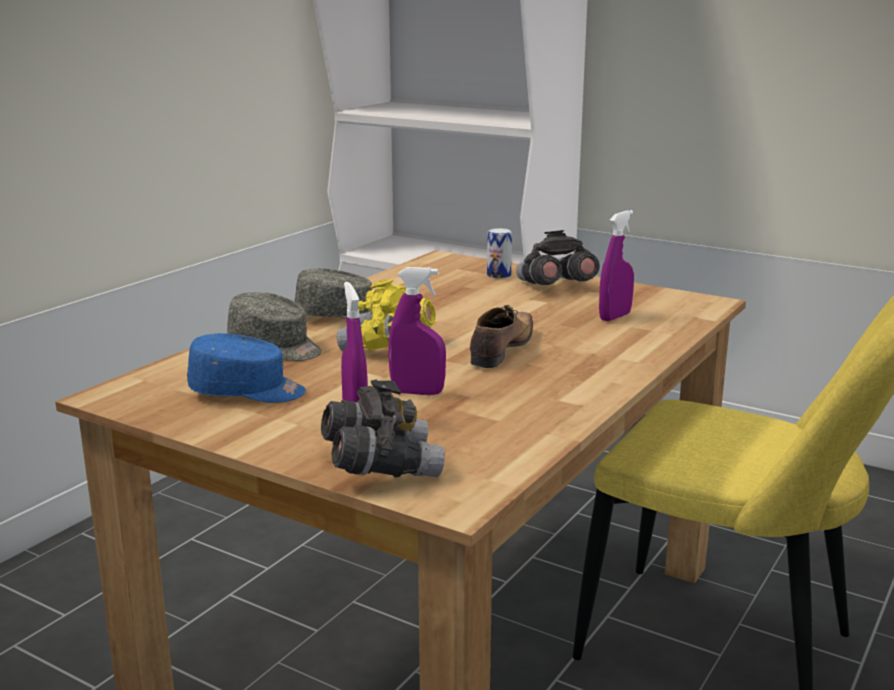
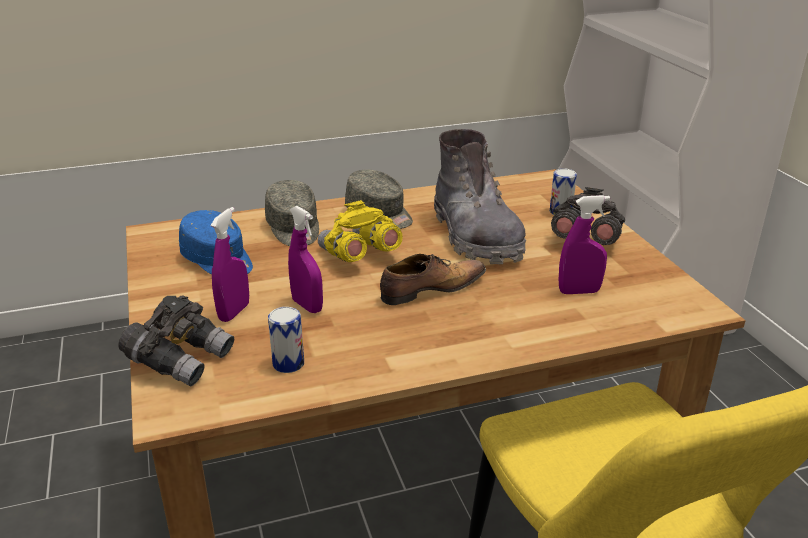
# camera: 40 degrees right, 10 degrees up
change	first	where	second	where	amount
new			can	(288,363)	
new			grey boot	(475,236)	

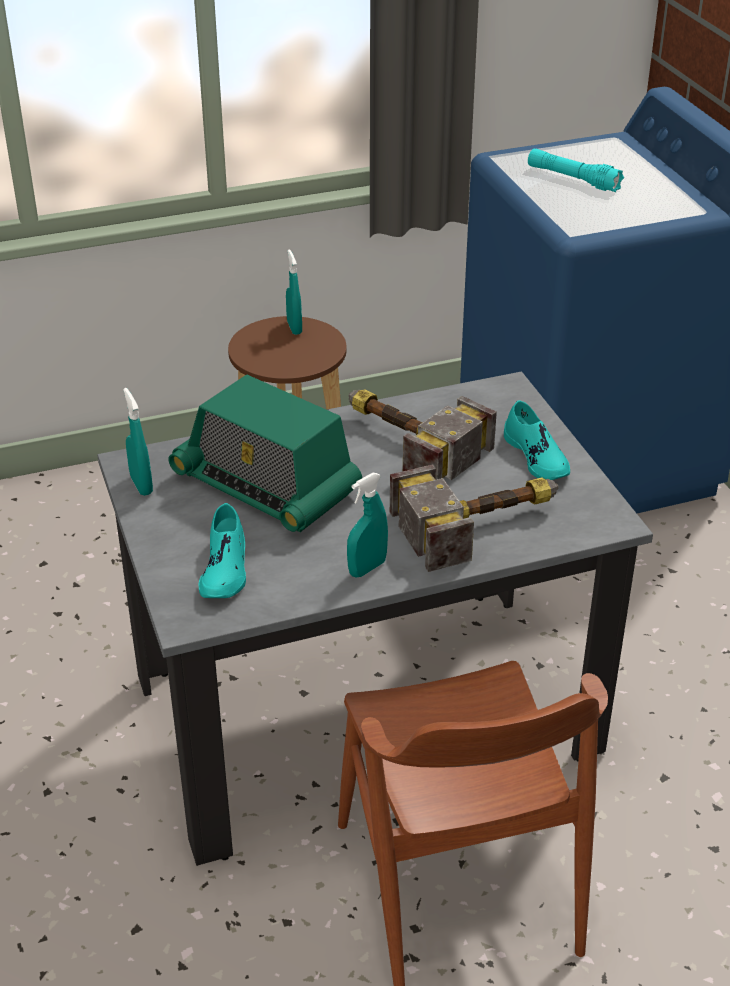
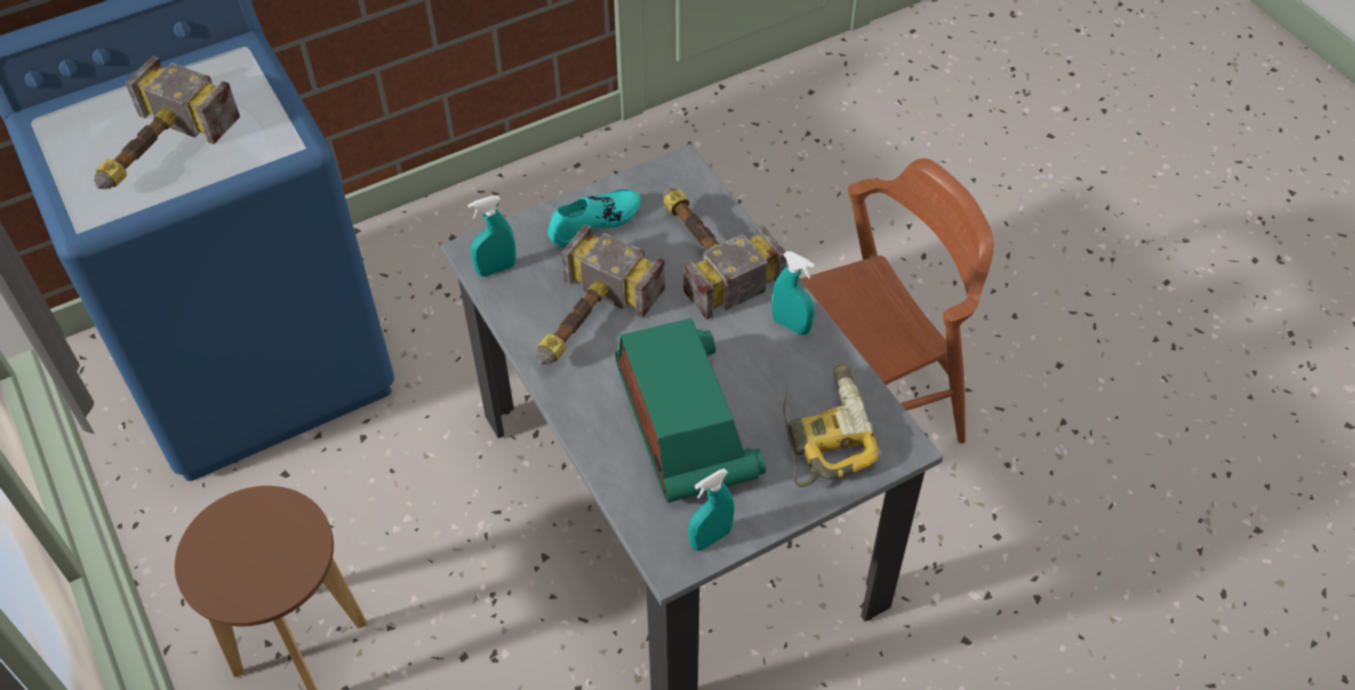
# camera: 100 degrees left, 15 degrees up
change	first	where	second	where	amount
swapped	turquoise flashlight	(573,179)	hammer	(155,152)	
shifted	turquoise spray bottle	(294,328)		(496,269)	
rotated	radio	(266,485)		(685,425)	45 degrees counterclockwise
swapped	turquoise shoe	(225,569)	power drill	(823,432)	

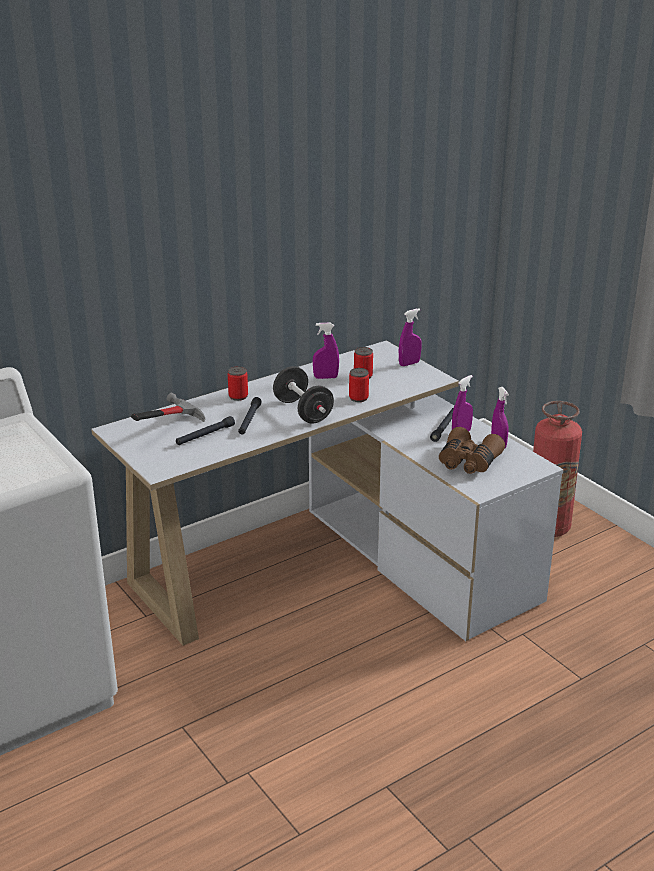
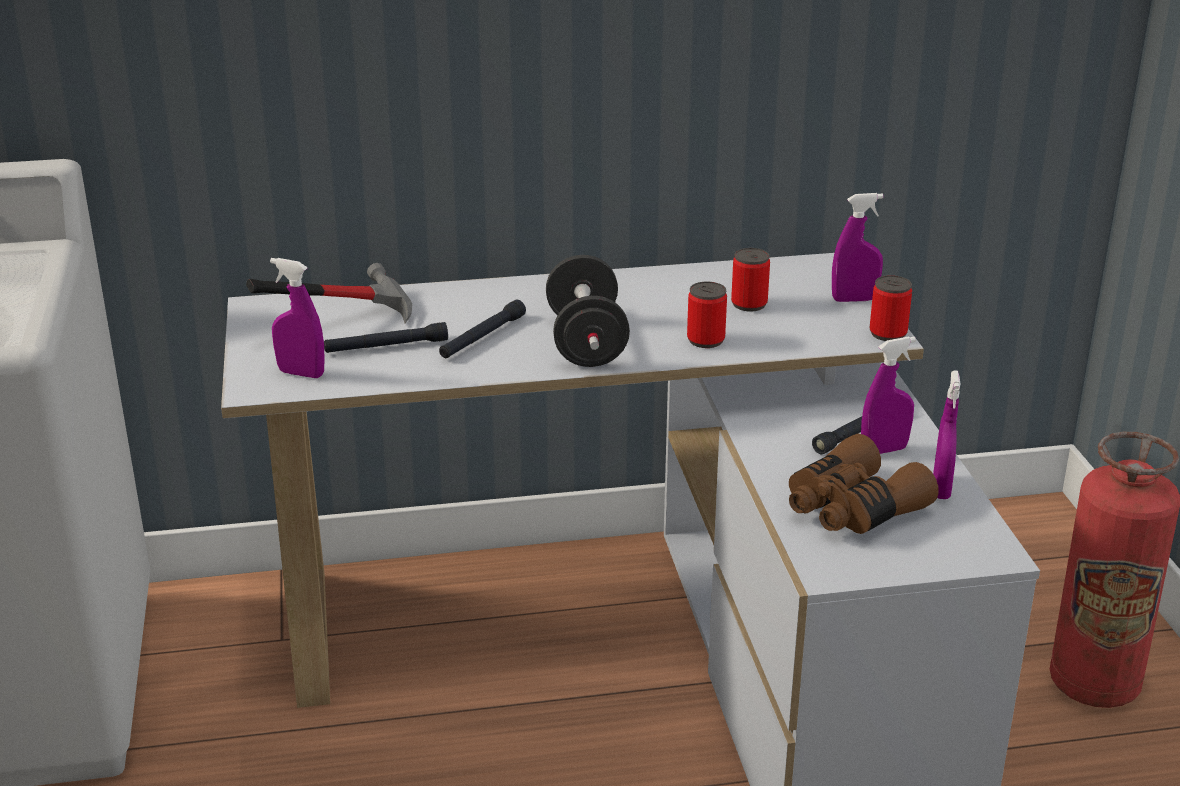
# camera: 25 degrees right, 0 degrees up
change	first	where	second	where	amount
shifted	purple spray bottle	(325,377)		(301,373)	
shifted	can	(238,396)		(888,333)	

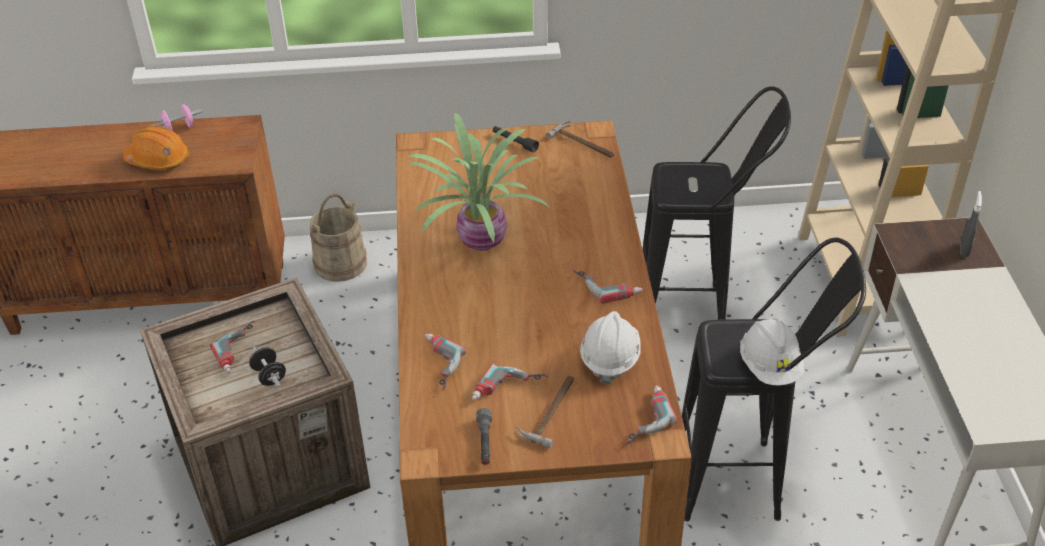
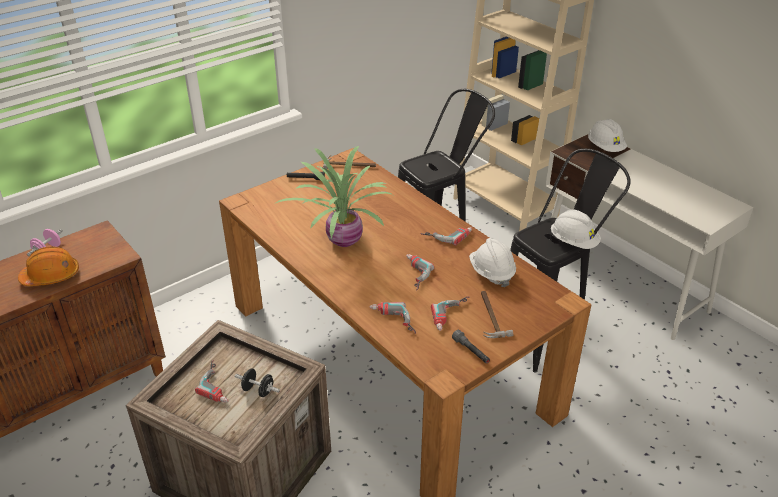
# camera: 35 degrees left, 5 degrees down
change	first	where	second	where	amount
shifted	power drill	(643,417)		(412,274)	
swapped	grey spray bottle	(964,250)	white hard hat	(605,148)	
gone	beige bucket	(340,263)			

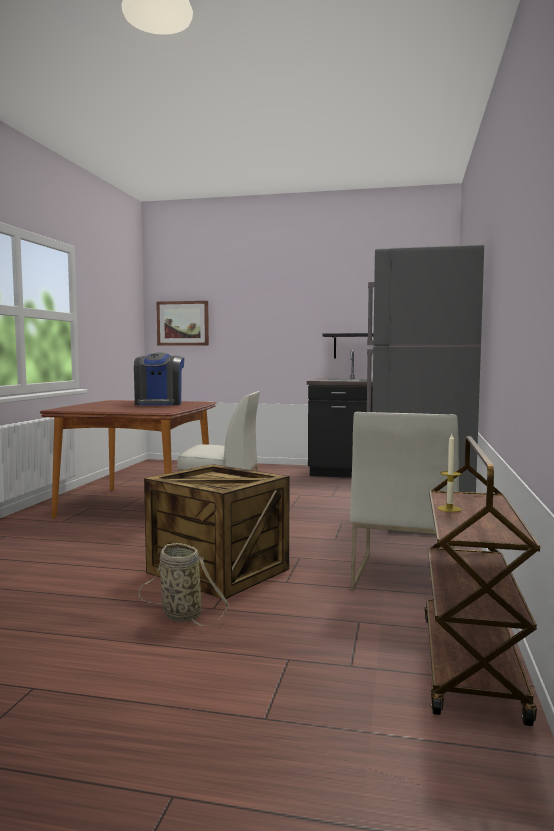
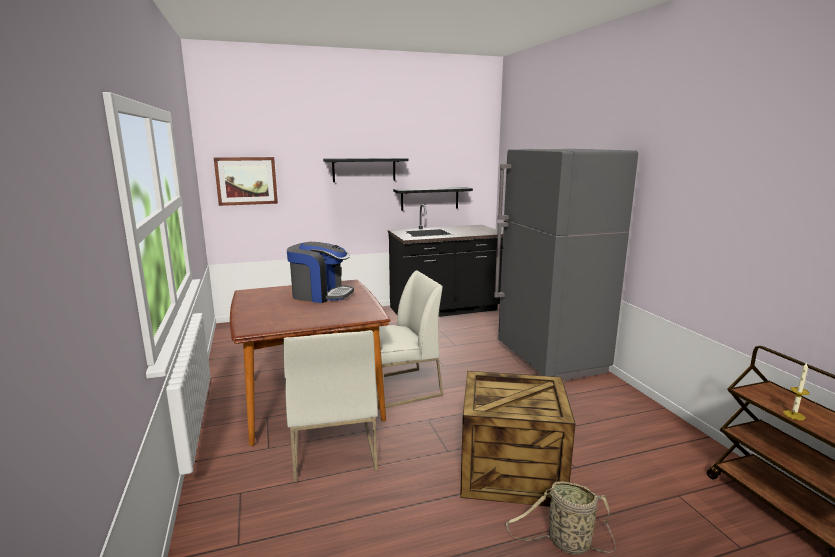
# camera: 30 degrees left, 10 degrees up
change	first	where	second	where	amount
shifted	white chair	(404,576)		(332,449)	
rotated	coffee machine	(159,404)		(321,295)	45 degrees counterclockwise
new			black shelf	(364,169)	

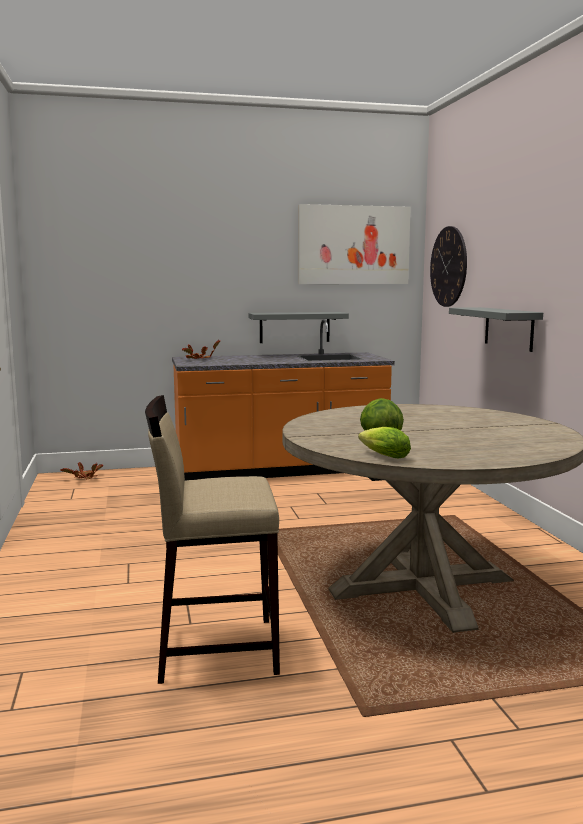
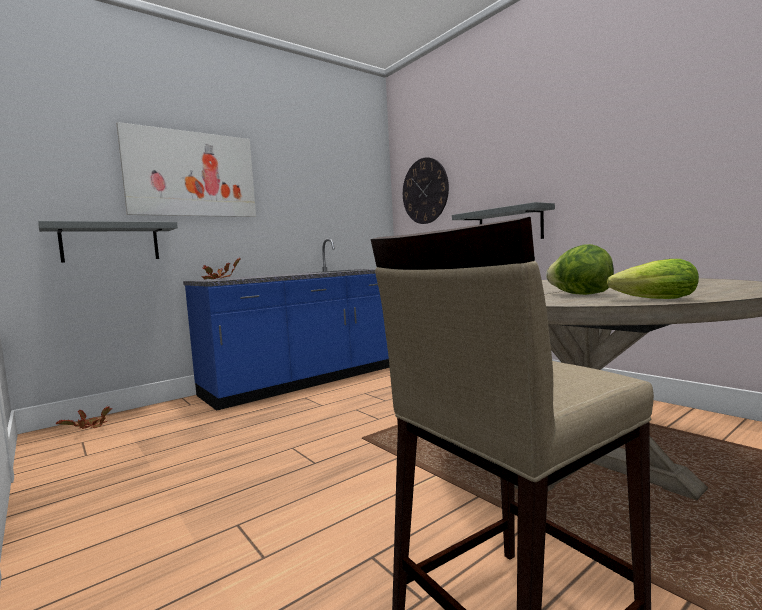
# camera: 25 degrees left, 5 degrees down
change	first	where	second	where	amount
shifted	grey shelf	(294,327)		(110,242)	
shifted	picture	(354,245)		(191,174)	
repainted	orange counter	(280,470)	blue counter	(307,381)	

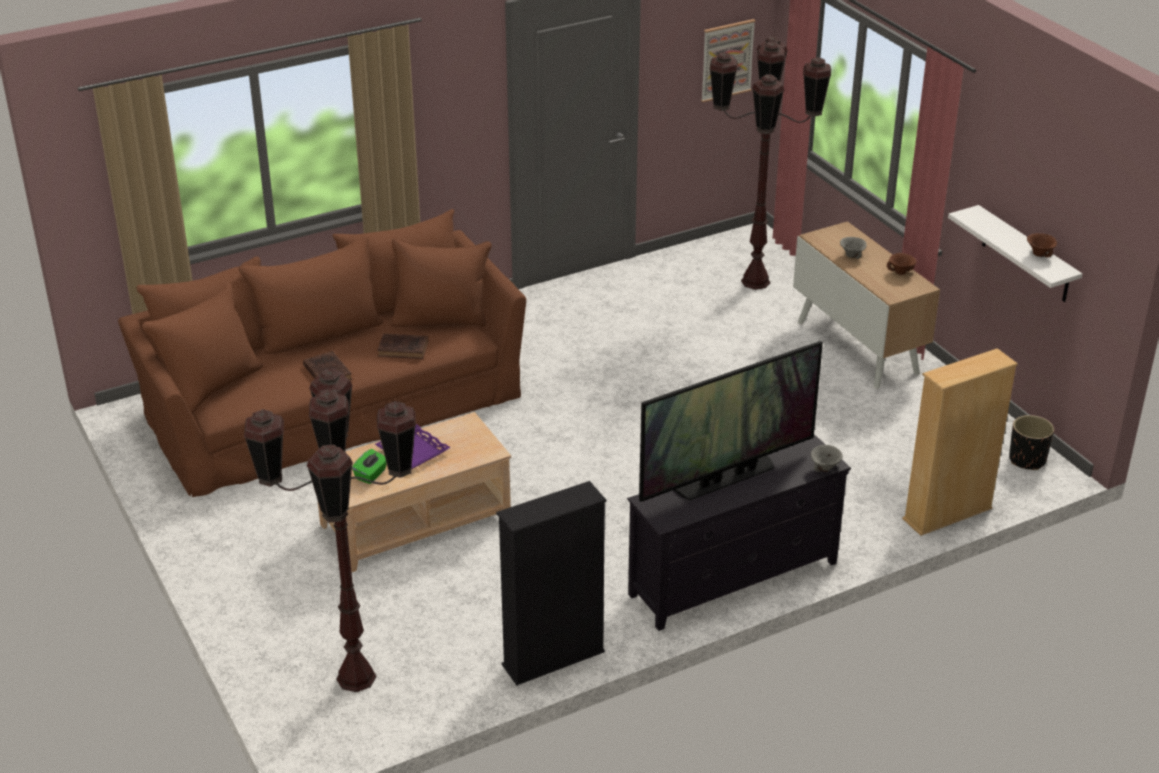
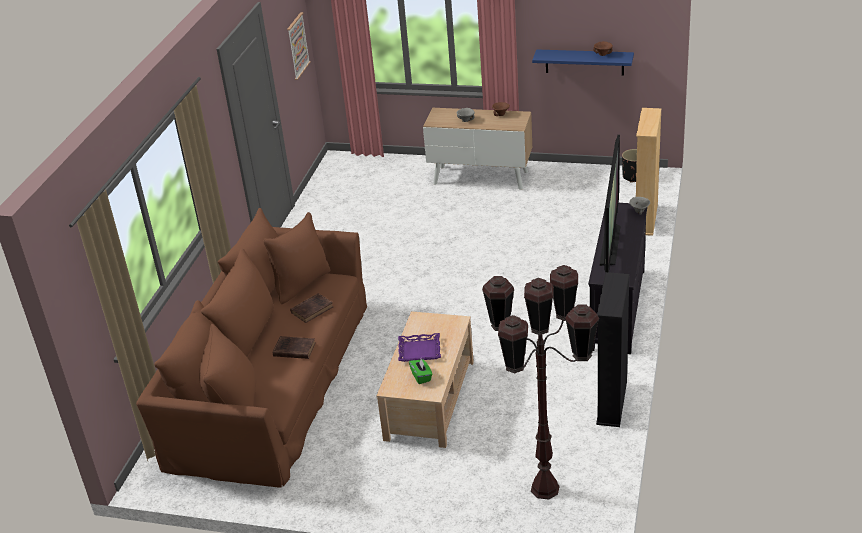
# camera: 45 degrees left, 0 degrees up
change	first	where	second	where	amount
repainted	white shelf	(1026,255)	blue shelf	(584,62)	
gone	brown floor lamp	(756,281)			

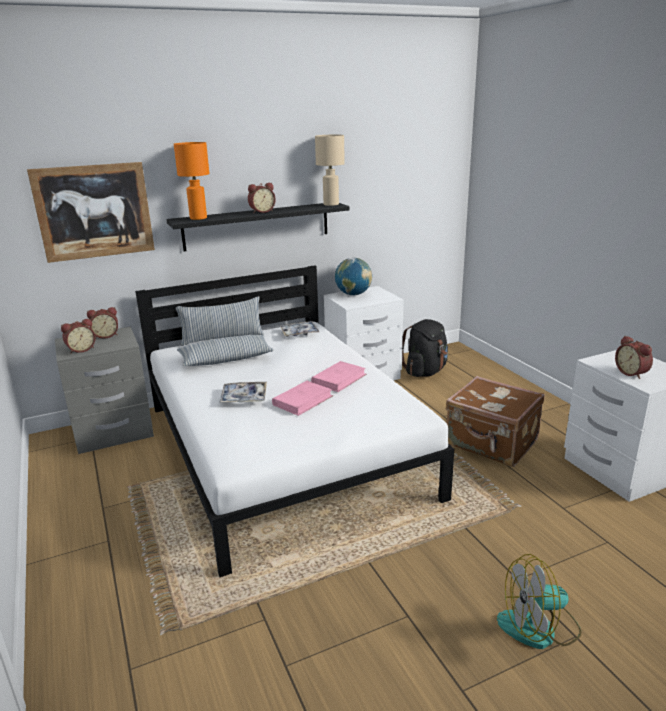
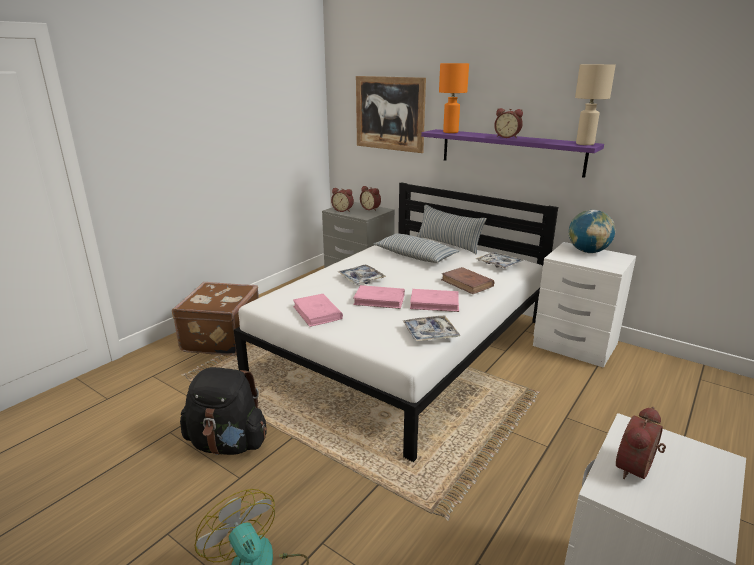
# camera: 60 degrees right, 0 degrees up
change	first	where	second	where	amount
shifted	brown suitcase	(491,443)		(220,338)	
shifted	black backpack	(425,372)		(228,444)	
new			pink book	(317,313)	
new			tray	(430,334)	
repainted	black shelf	(257,226)	purple shelf	(510,152)	
new			brown book	(467,283)	

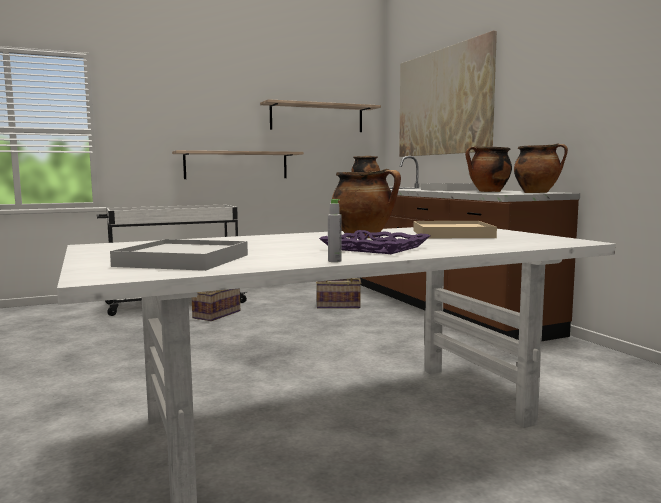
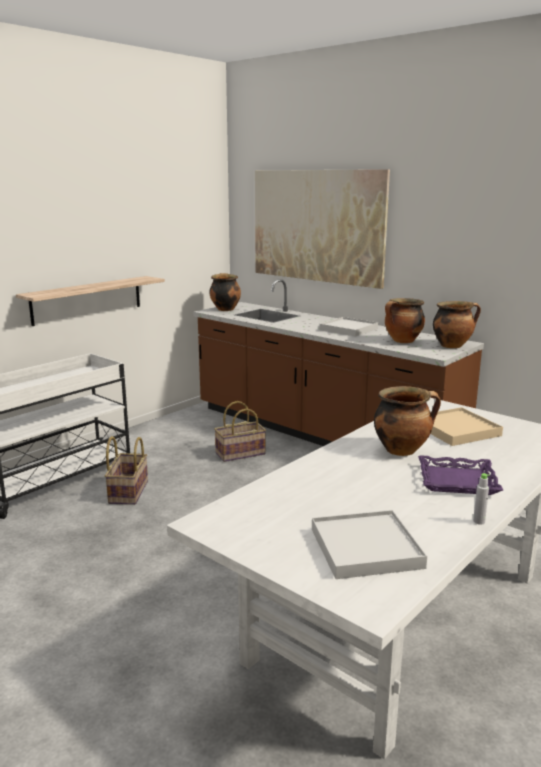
# camera: 25 degrees left, 10 degrees up
change	first	where	second	where	amount
gone	shelf	(317,118)			

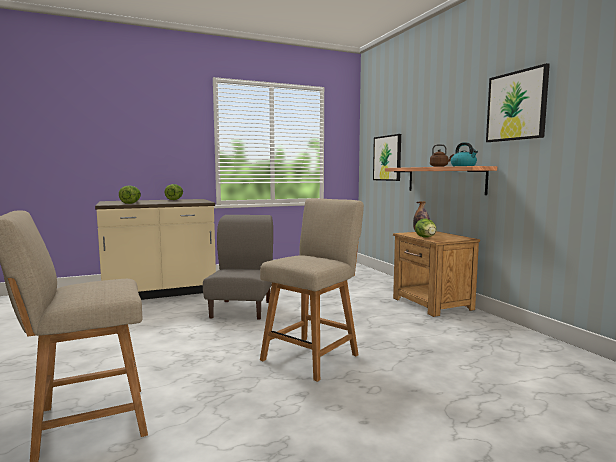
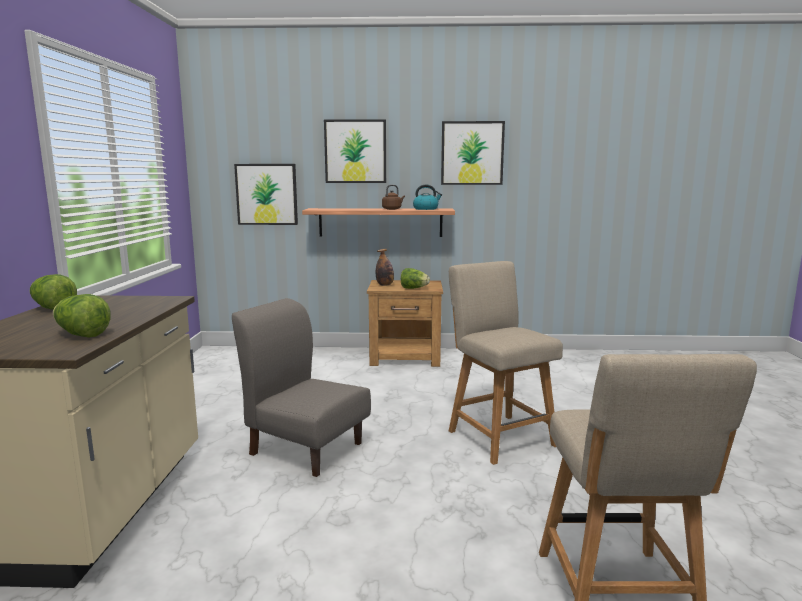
# camera: 65 degrees left, 5 degrees up
change	first	where	second	where	amount
new			picture	(355,151)	

